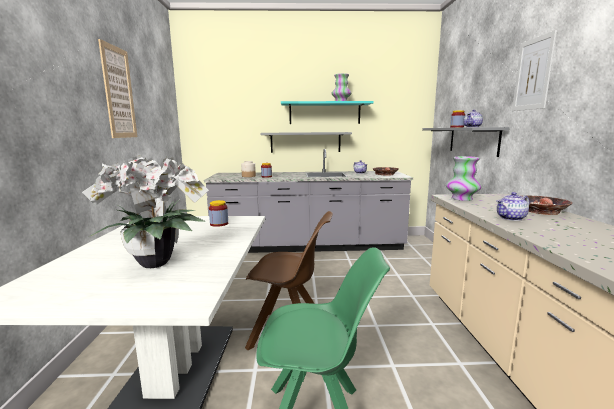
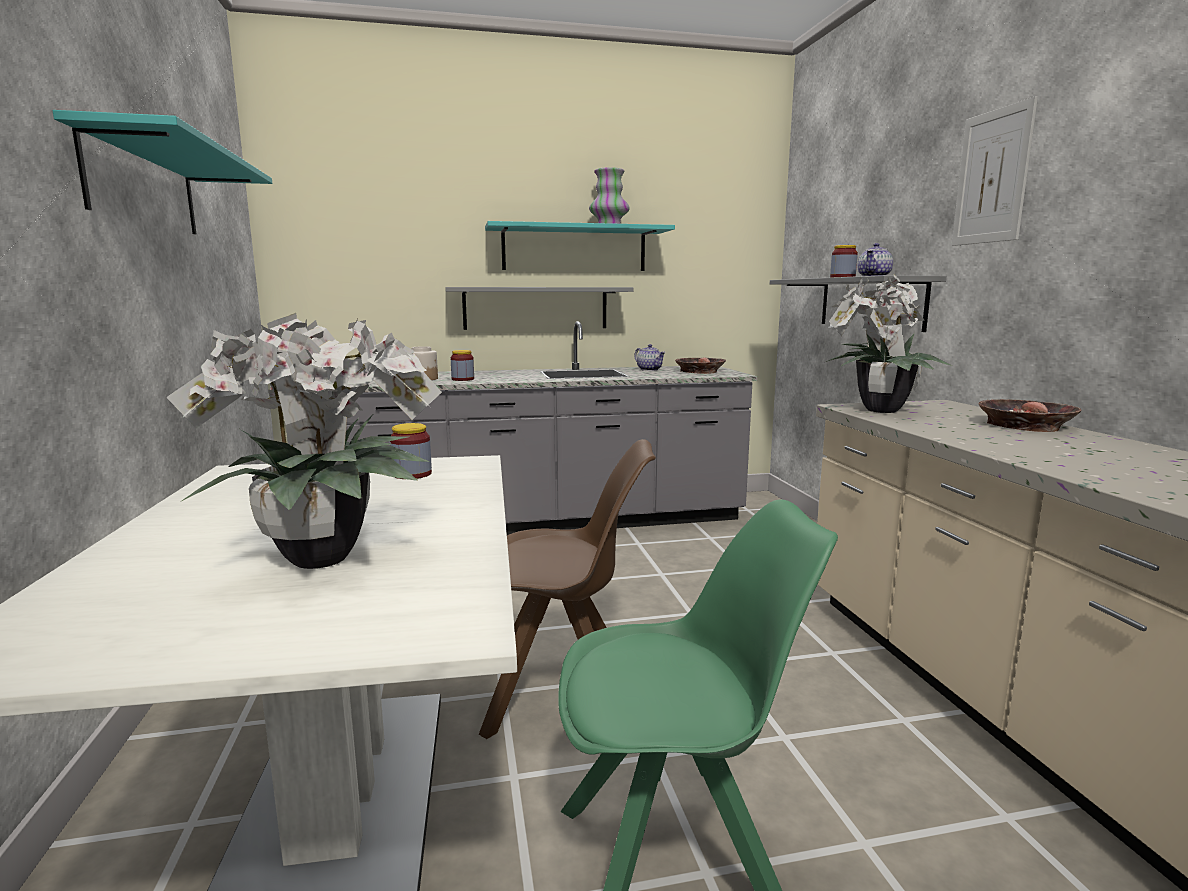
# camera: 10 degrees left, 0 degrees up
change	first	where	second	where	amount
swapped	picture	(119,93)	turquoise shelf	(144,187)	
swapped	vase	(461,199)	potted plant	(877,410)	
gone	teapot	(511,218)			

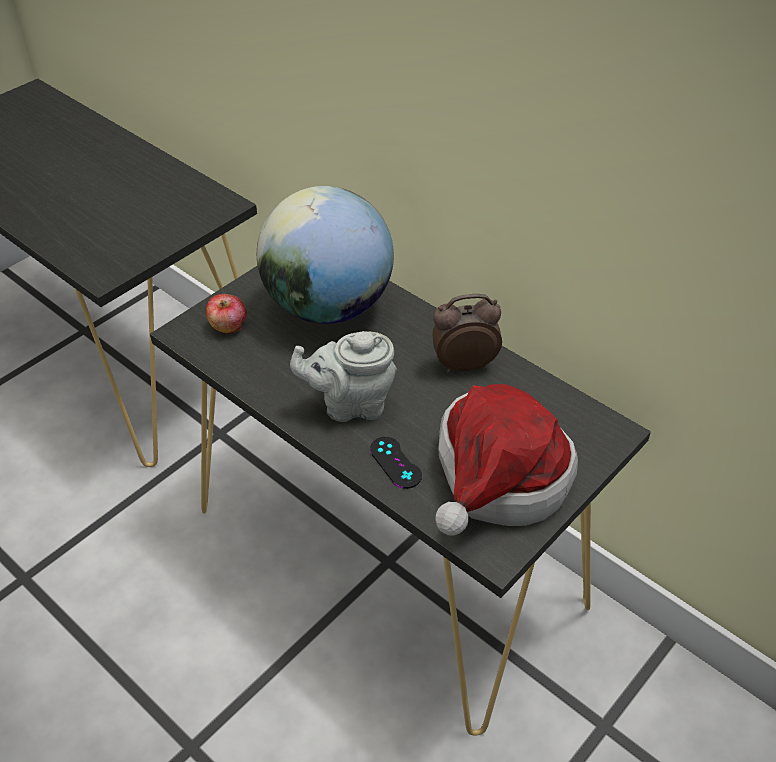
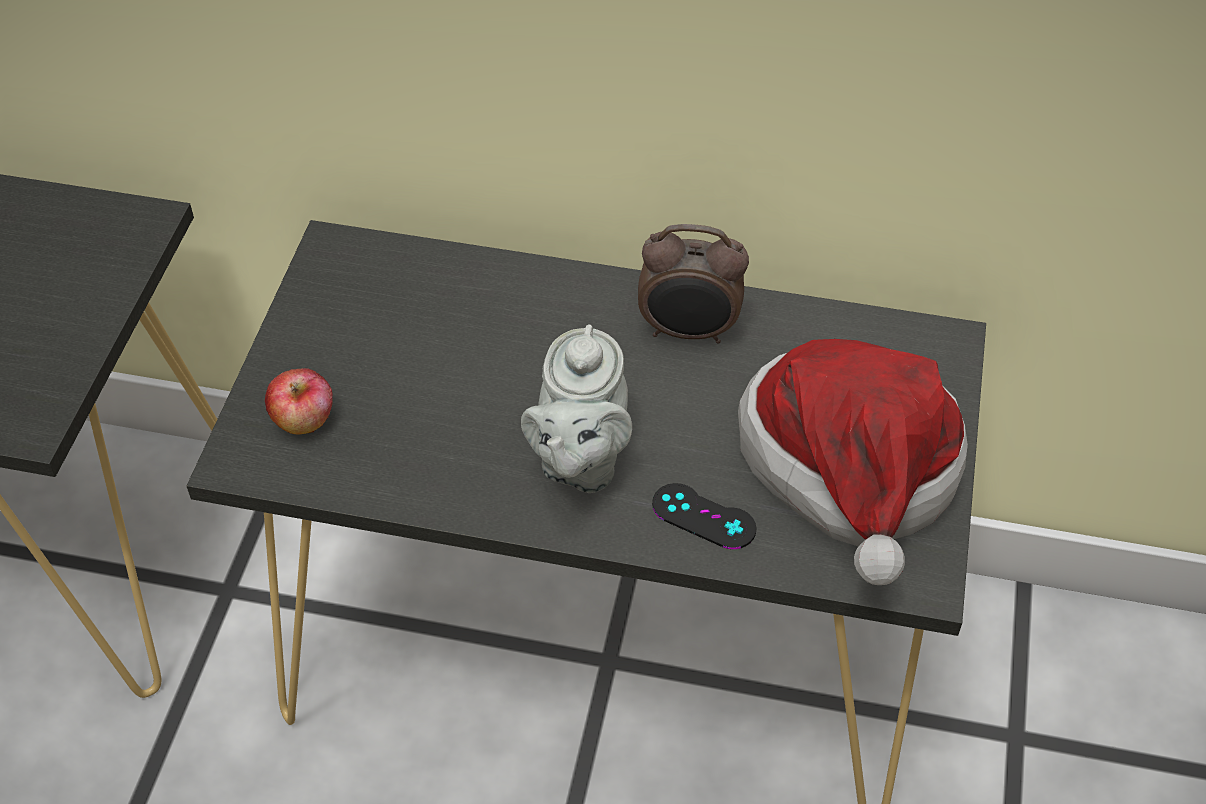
# camera: 30 degrees left, 5 degrees up
change	first	where	second	where	amount
rotated	grey teapot	(350,404)		(579,461)	45 degrees counterclockwise
rotated	alarm clock	(463,364)		(689,332)	135 degrees counterclockwise
gone	globe	(328,307)			

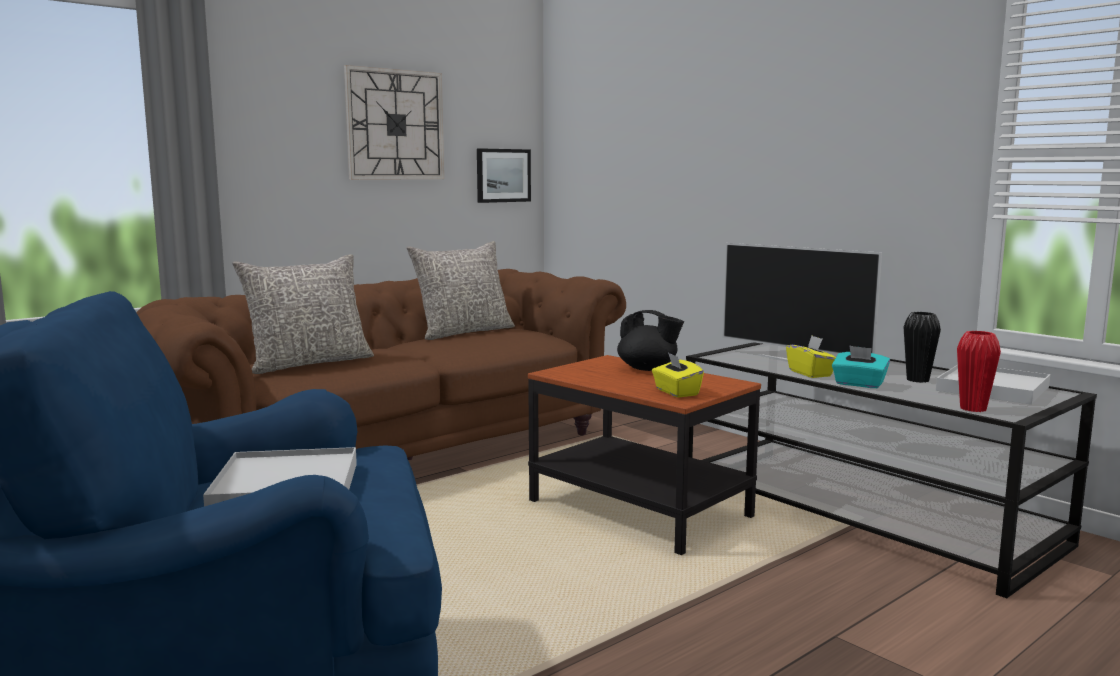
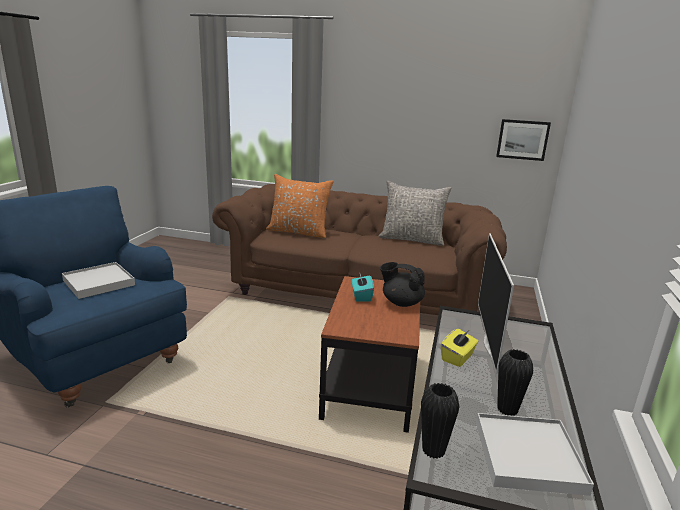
# camera: 55 degrees right, 10 degrees up
change	first	where	second	where	amount
repainted	grey pillow	(308,363)	orange pillow	(299,232)	
shifted	turquoise tissue box	(859,384)		(361,296)	
rotated	black teapot	(648,369)		(401,302)	120 degrees clockwise
repainted	red vase	(973,409)	black vase	(433,450)	
gone	wall clock	(395,125)			
gone	yellow tissue box	(676,392)			

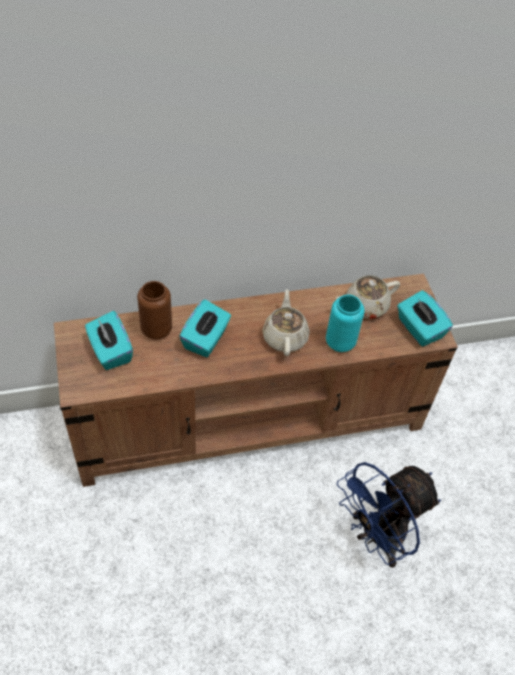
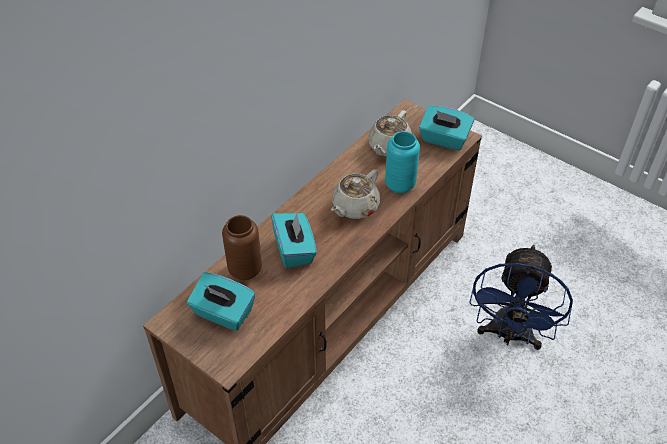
# camera: 35 degrees left, 5 degrees down
change	first	where	second	where	amount
rotated	beige teapot	(285,337)		(354,207)	105 degrees counterclockwise

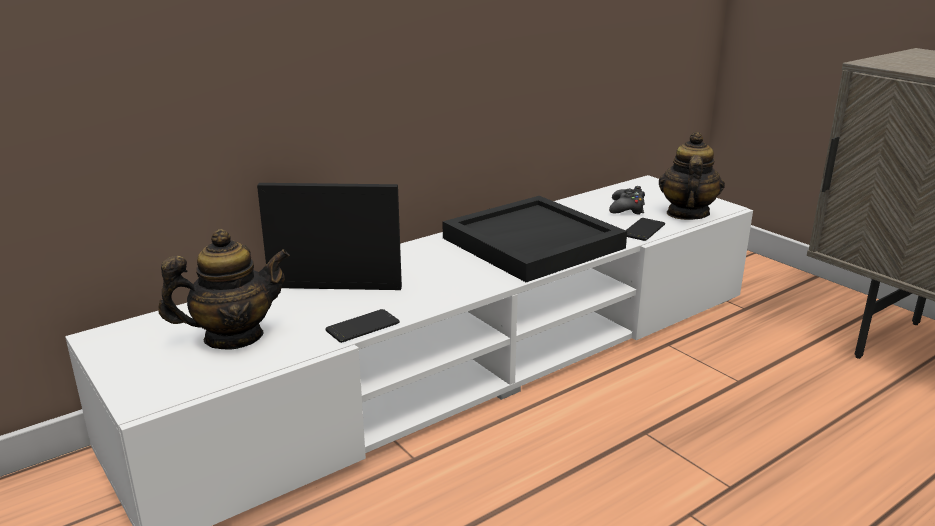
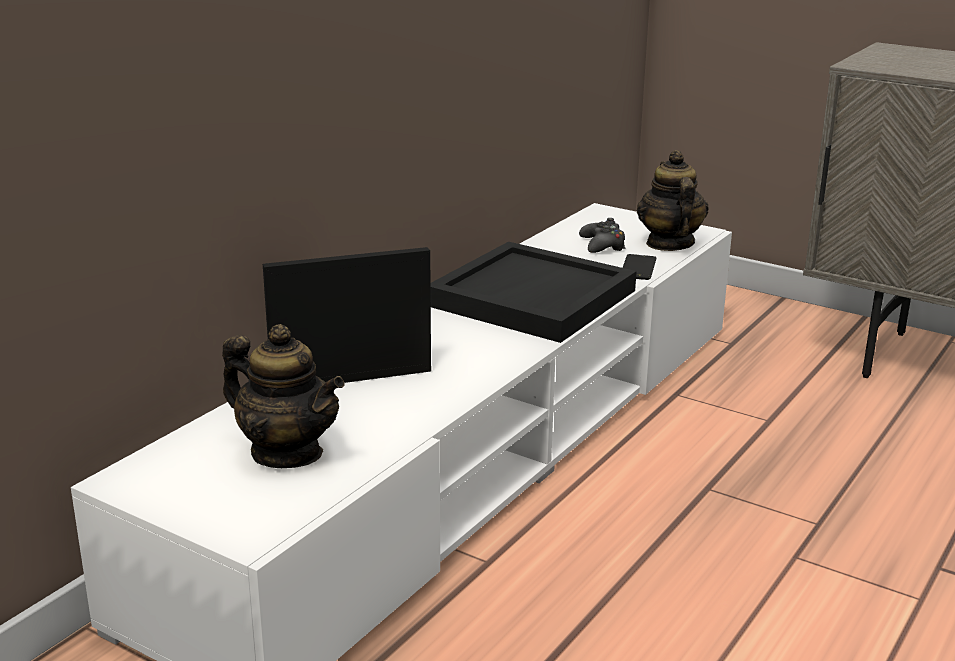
# camera: 20 degrees left, 0 degrees up
change	first	where	second	where	amount
rotated	teapot	(233,337)		(287,453)	75 degrees clockwise
gone	phone	(362,327)			

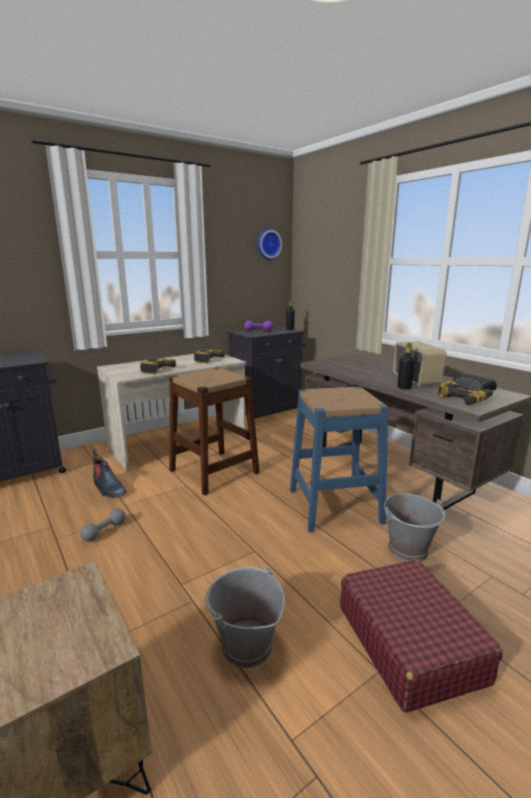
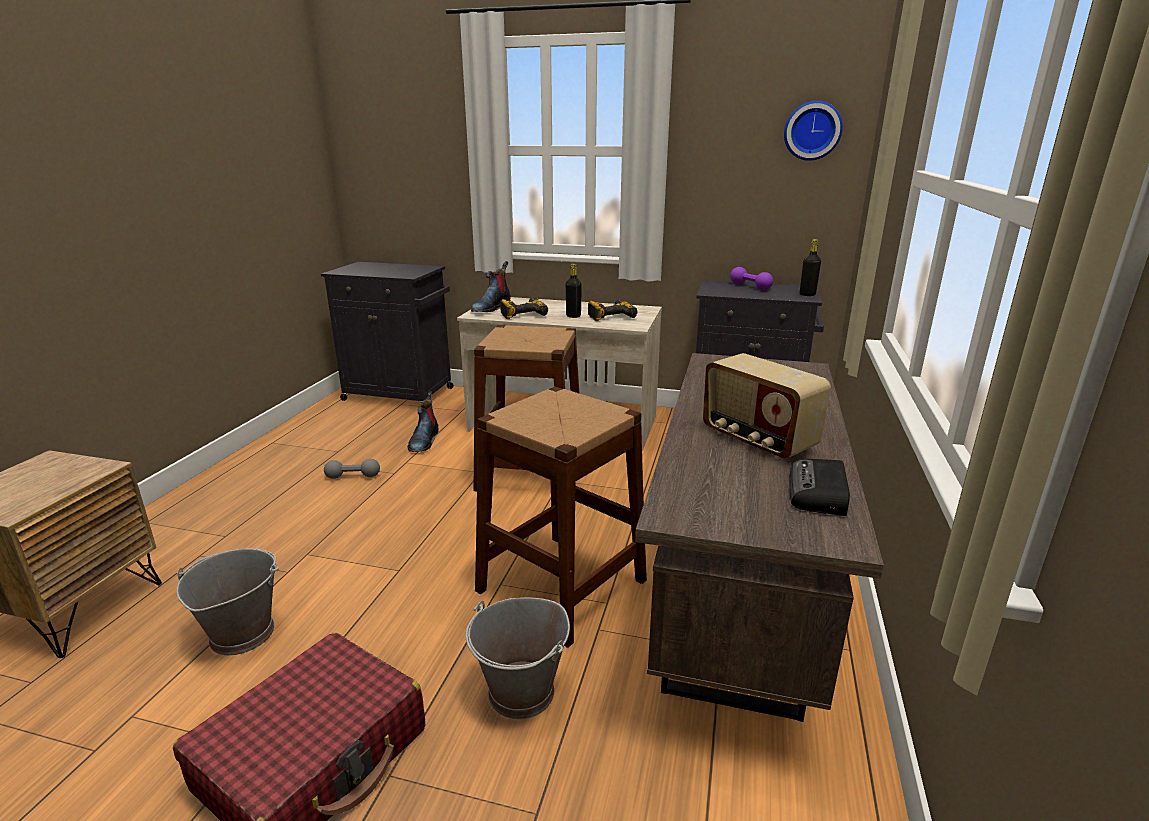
# camera: 50 degrees right, 5 degrees up
change	first	where	second	where	amount
new			boot	(491,307)	
repainted	blue stool	(334,505)	brown stool	(561,585)	
shifted	black bottle	(404,387)		(573,316)	
rotated	radio	(416,381)		(757,440)	105 degrees clockwise
gone	power drill	(464,399)			

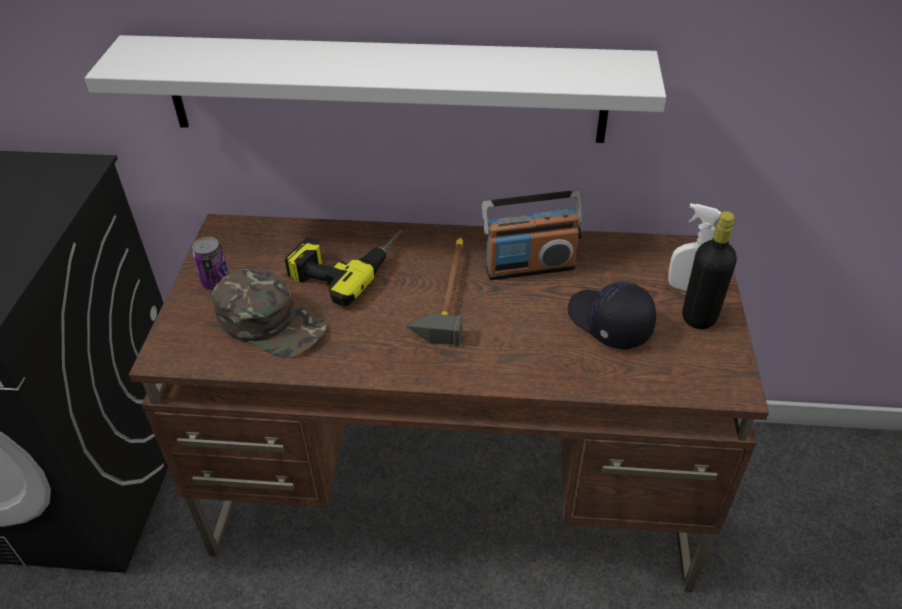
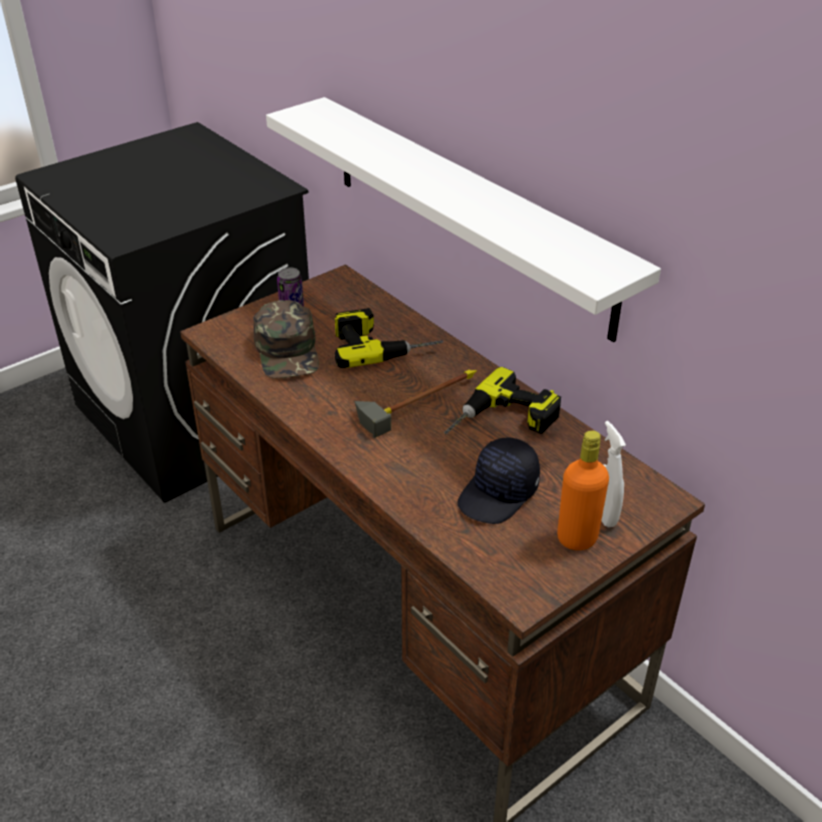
# camera: 45 degrees right, 5 degrees down
change	first	where	second	where	amount
swapped	radio	(529,266)	power drill	(502,422)	
rotated	black cap	(608,323)		(499,494)	150 degrees counterclockwise
repainted	black bottle	(699,317)	orange bottle	(577,538)	

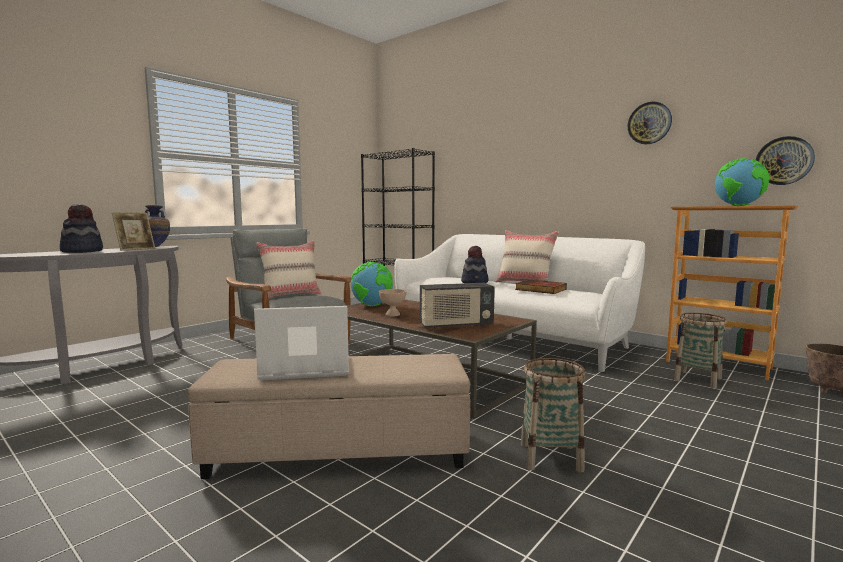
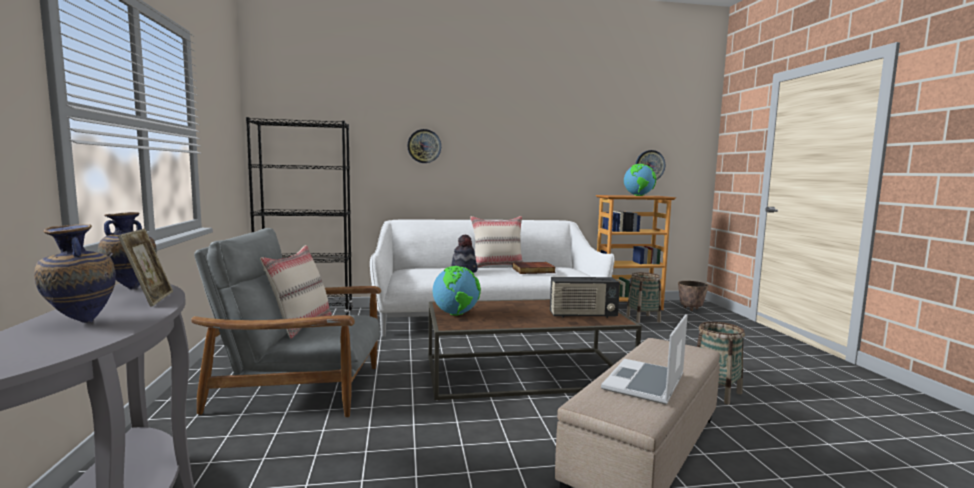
# camera: 50 degrees left, 0 degrees up
change	first	where	second	where	amount
swapped	hat	(82,251)	vase	(80,323)	
shifted	wall clock	(649,123)		(424,146)	
rotated	radio	(456,325)		(582,315)	60 degrees clockwise
gone	beige bowl	(393,314)			

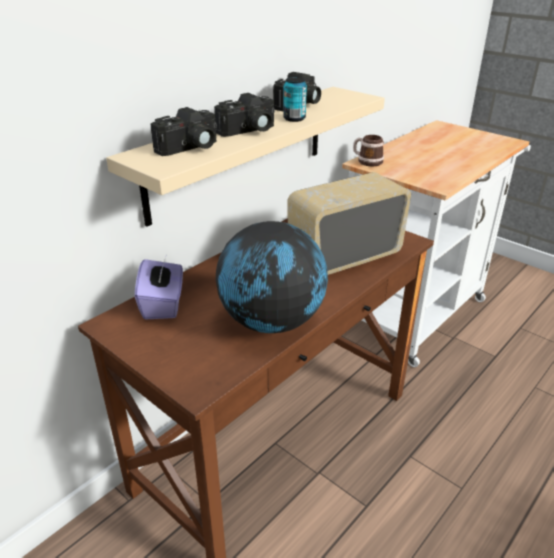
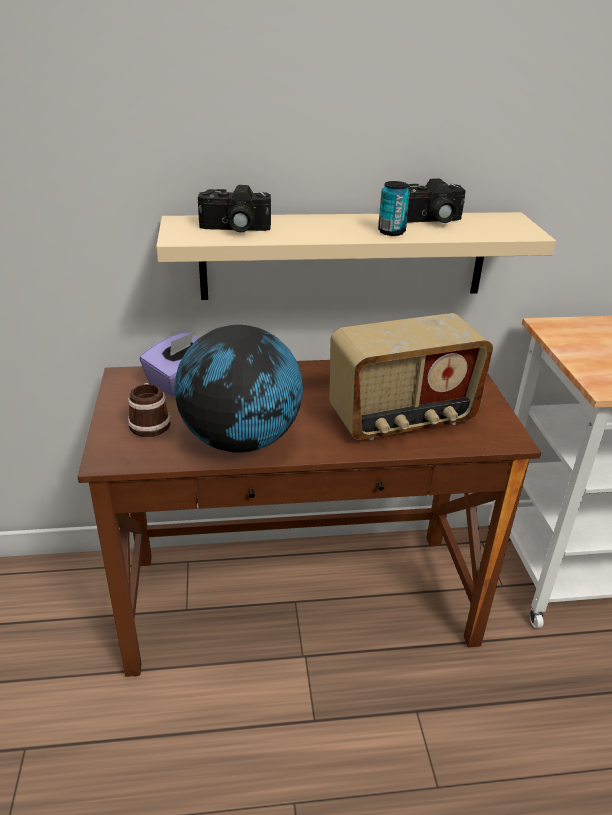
# camera: 40 degrees right, 0 degrees up
change	first	where	second	where	amount
shifted	mug	(367,161)		(149,422)	
rotated	radio	(344,257)		(402,419)	150 degrees clockwise
gone	photo camera	(248,131)			

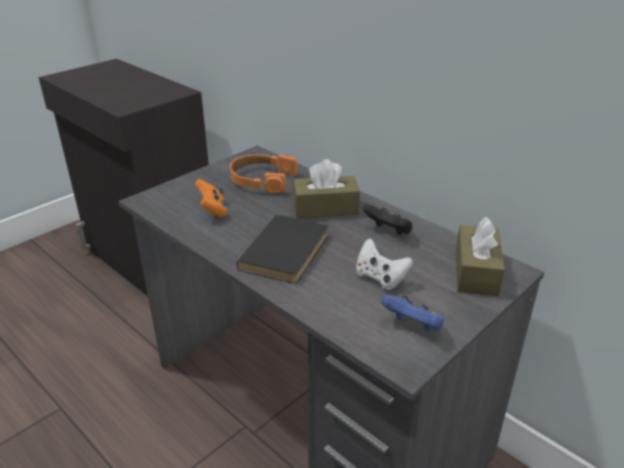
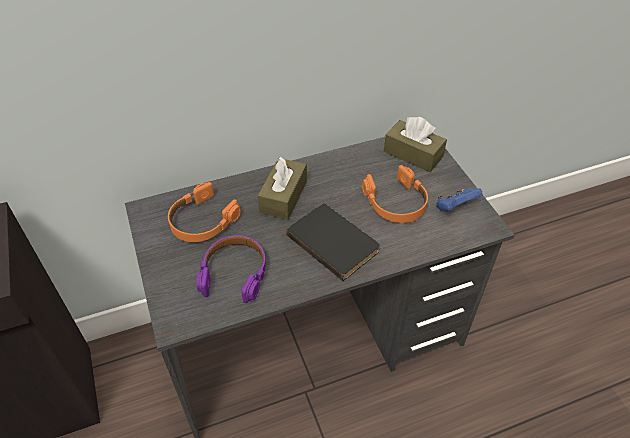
# camera: 65 degrees left, 15 degrees up
change	first	where	second	where	amount
swapped	orange game controller	(212,210)	purple headphones	(234,273)	
swapped	white game controller	(380,278)	orange headphones	(396,202)	
gone	black game controller	(388,231)			

